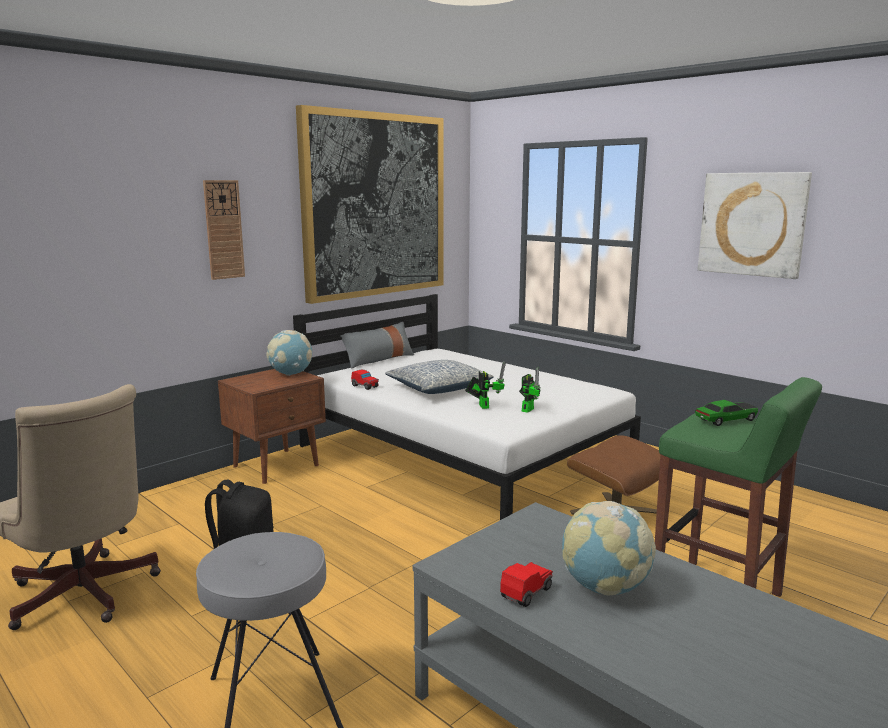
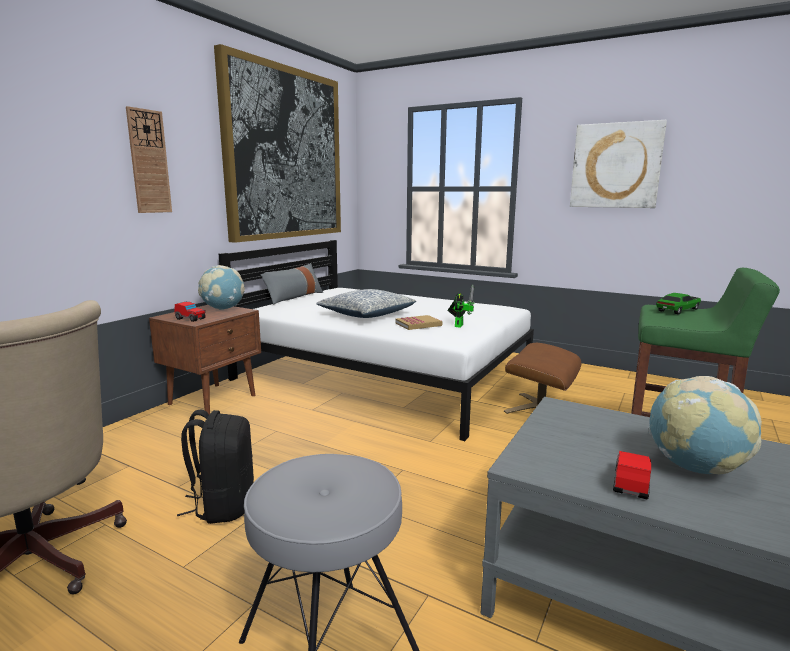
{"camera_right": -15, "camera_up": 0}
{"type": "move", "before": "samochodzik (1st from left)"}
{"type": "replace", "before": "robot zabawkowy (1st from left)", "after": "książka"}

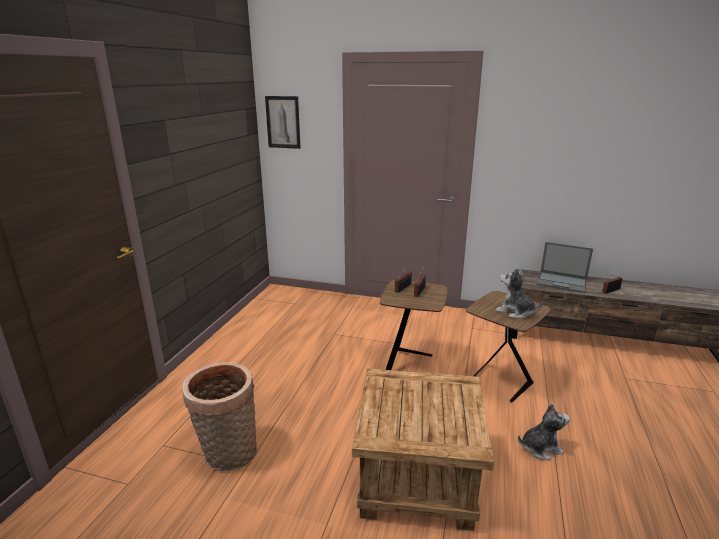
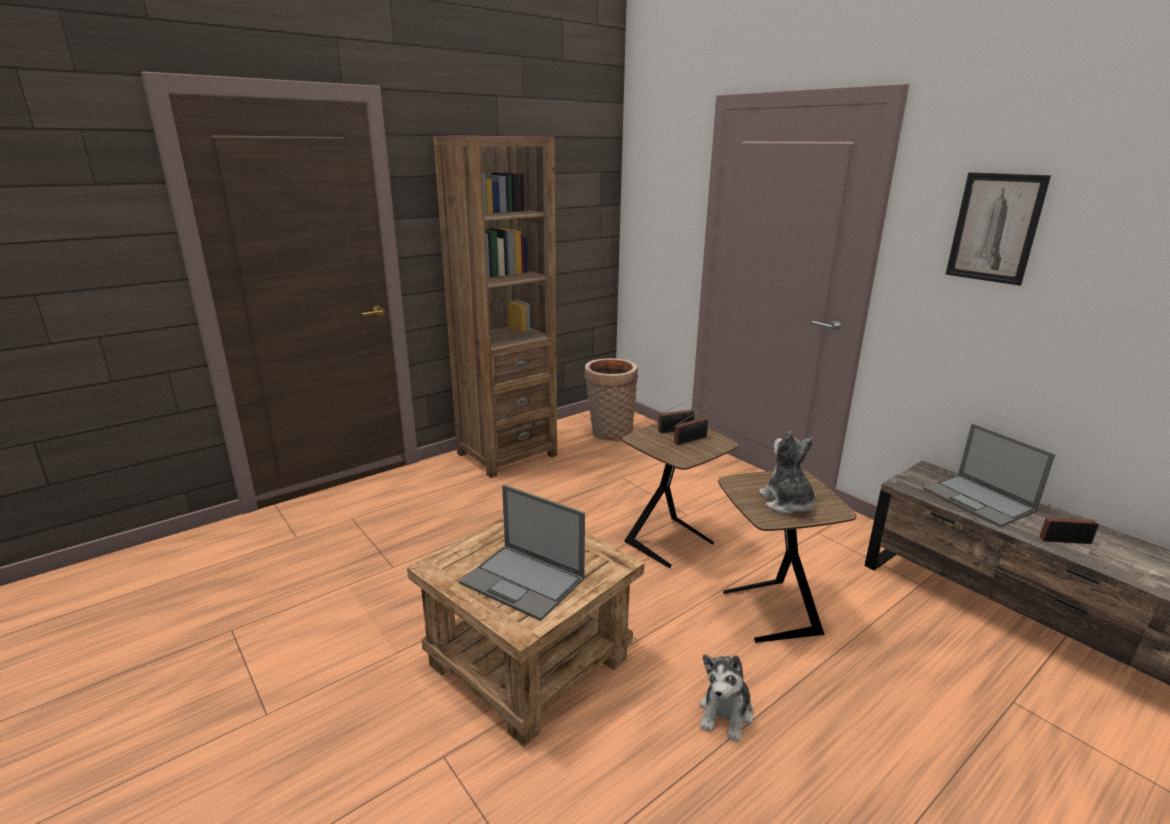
{"camera_right": 35, "camera_up": 0}
{"type": "move", "before": "koszyk"}
{"type": "move", "before": "obraz"}
{"type": "rotate", "before": "pluszak (2nd from left in the first image)", "turn": 90}
{"type": "insert", "after": "regał/brązowy"}
{"type": "insert", "after": "laptop (1st from left)"}

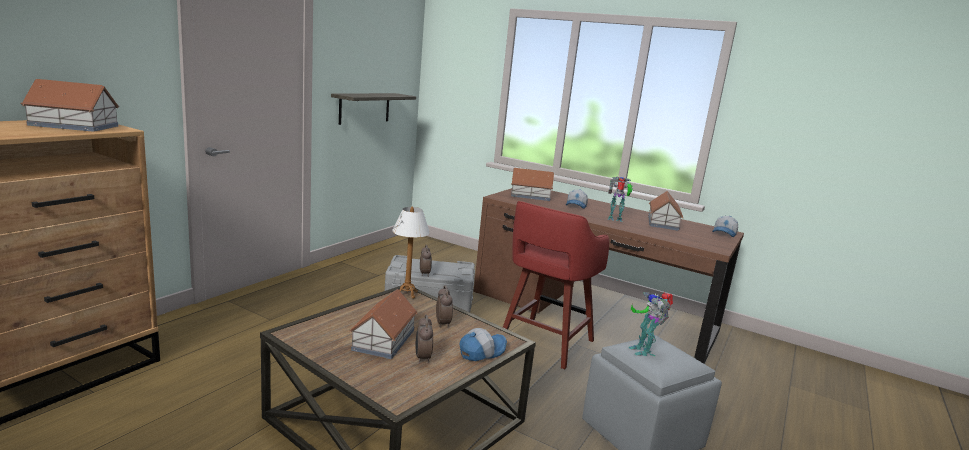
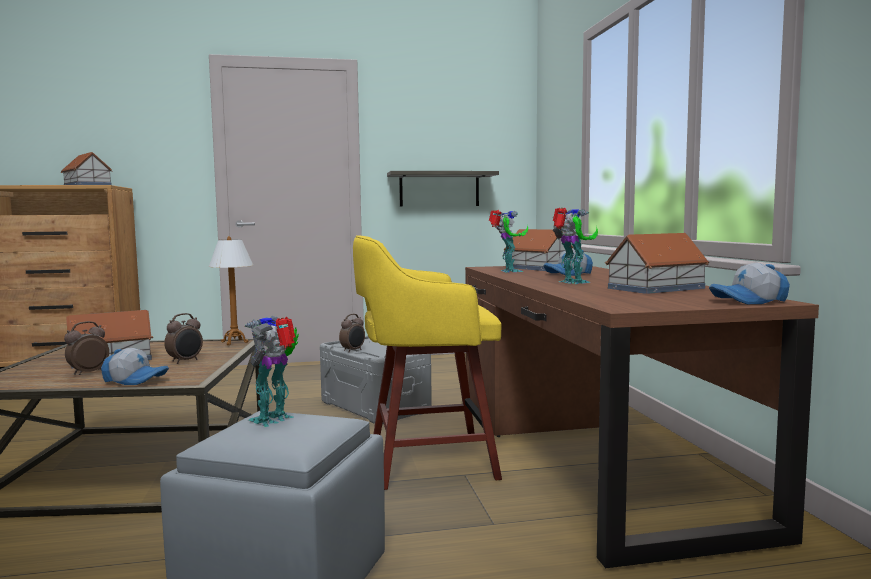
{"camera_right": 50, "camera_up": -10}
{"type": "recolor", "before": "stołek/czerwony", "after": "stołek/żółty"}
{"type": "insert", "after": "robot zabawkowy (2nd from left)"}

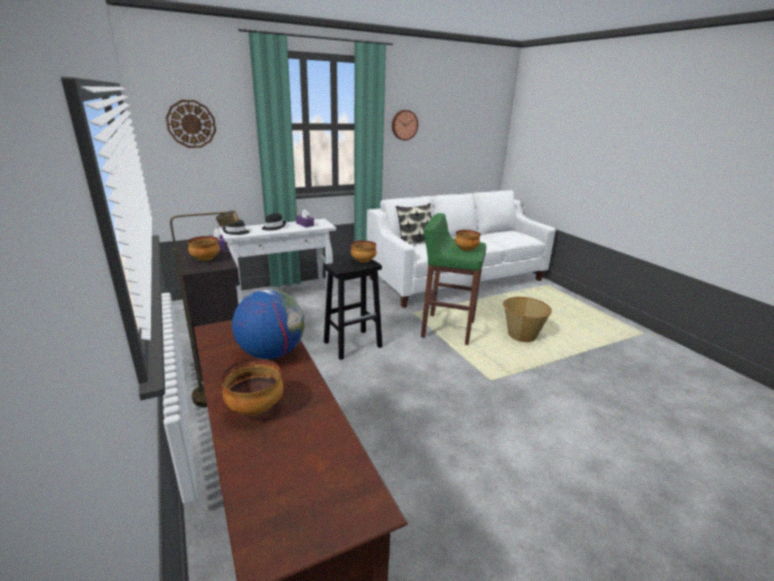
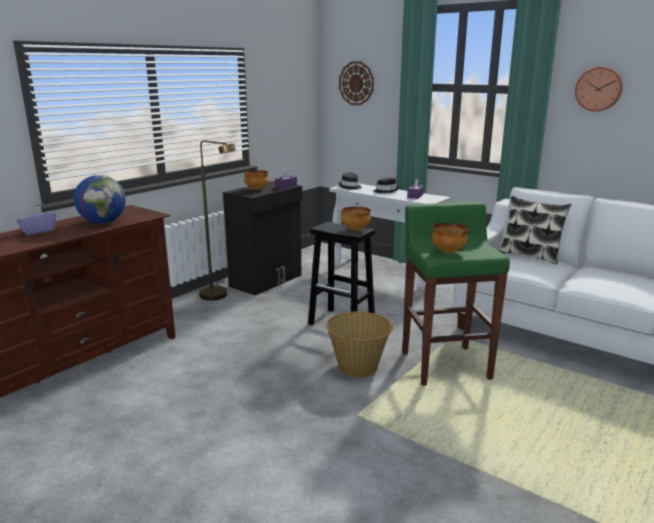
{"camera_right": 65, "camera_up": -5}
{"type": "replace", "before": "miska (2nd from left)", "after": "pudełko chusteczek/fioletowy (1st from left)"}
{"type": "move", "before": "koszyk"}

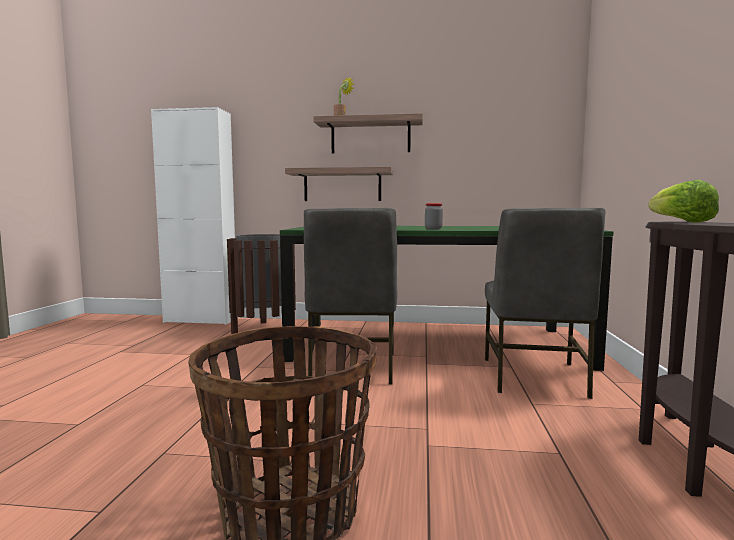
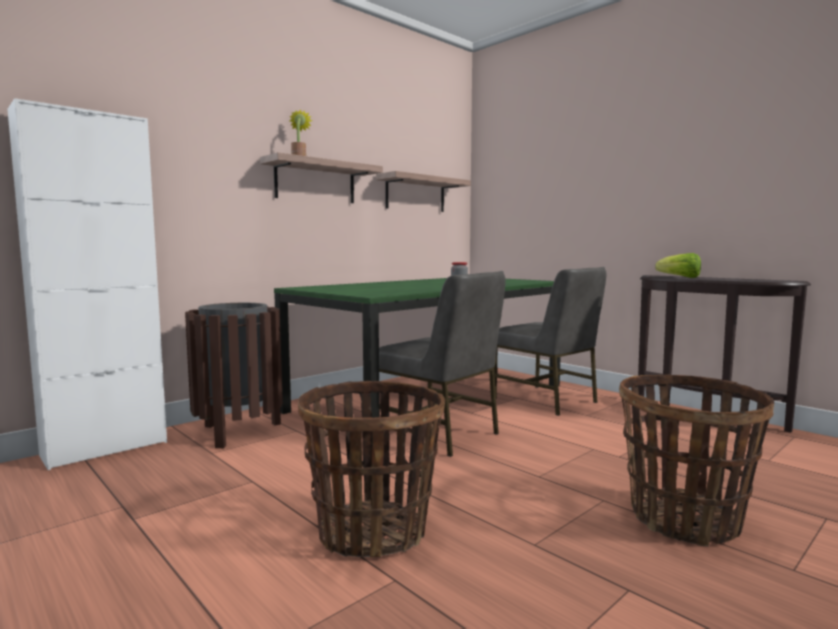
{"camera_right": -50, "camera_up": 0}
{"type": "move", "before": "półka (1st from left in the first image)", "after": "półka (2nd from left)"}
{"type": "insert", "after": "koszyk (1st from left)"}

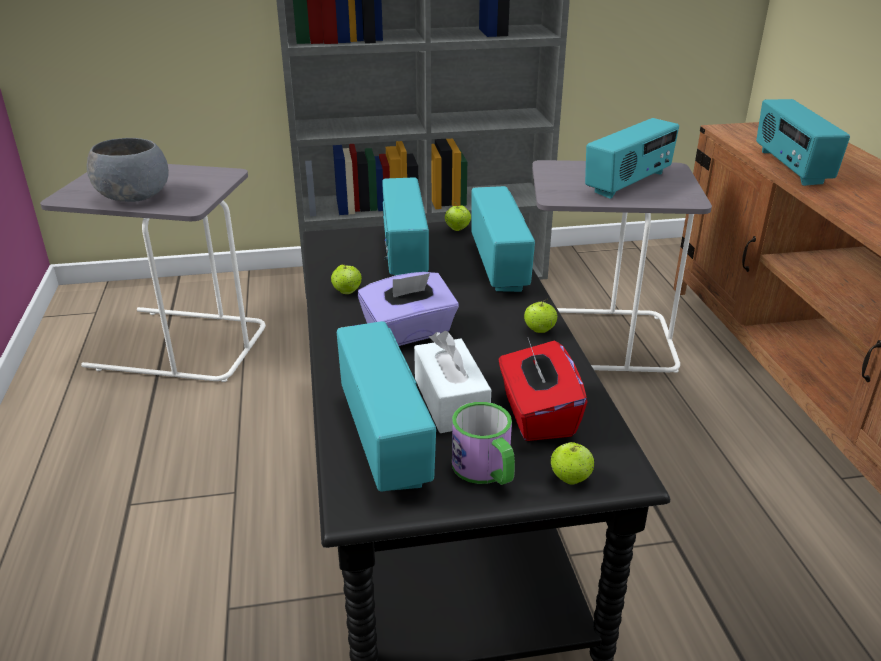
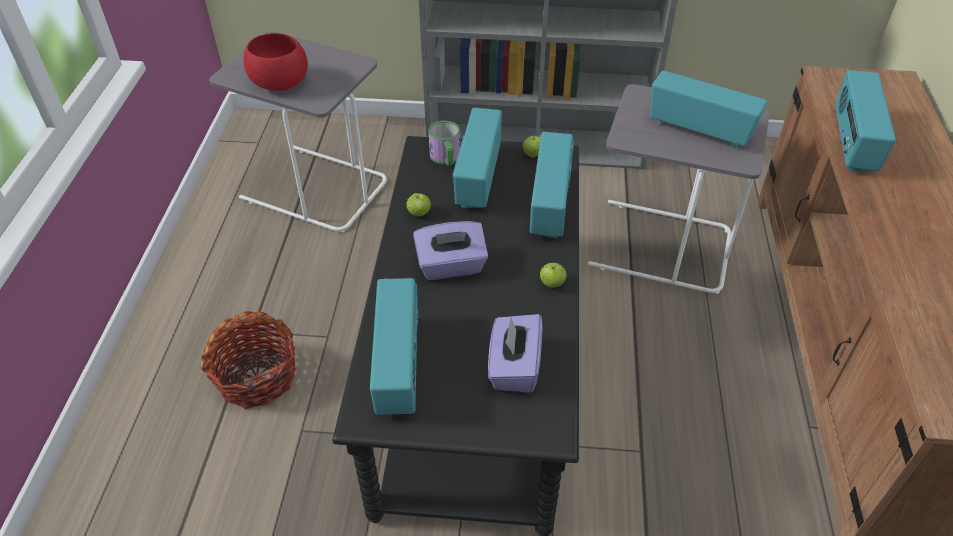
{"camera_right": 15, "camera_up": 15}
{"type": "recolor", "before": "miska/szary", "after": "miska/czerwony"}
{"type": "delete", "before": "pudełko chusteczek/biały"}
{"type": "move", "before": "kubek"}
{"type": "recolor", "before": "pudełko chusteczek/czerwony", "after": "pudełko chusteczek/fioletowy (2nd from left)"}
{"type": "delete", "before": "jabłko (4th from left)"}
{"type": "rotate", "before": "radio (4th from left)", "turn": -120}
{"type": "insert", "after": "koszyk"}

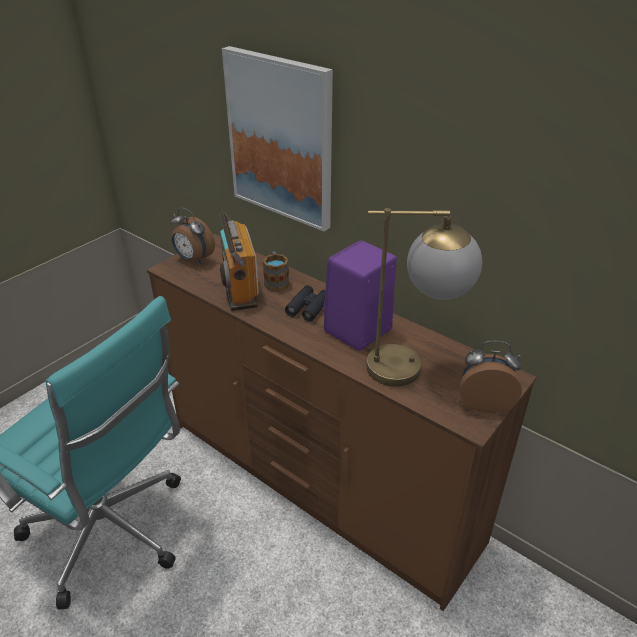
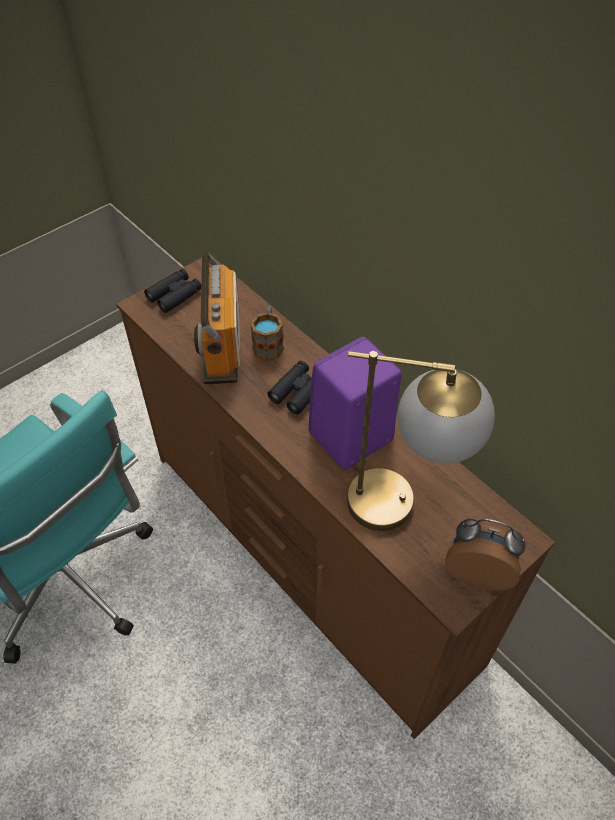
{"camera_right": 10, "camera_up": 15}
{"type": "replace", "before": "budzik (1st from left)", "after": "lornetka/czarny (1st from left)"}
{"type": "delete", "before": "obraz"}

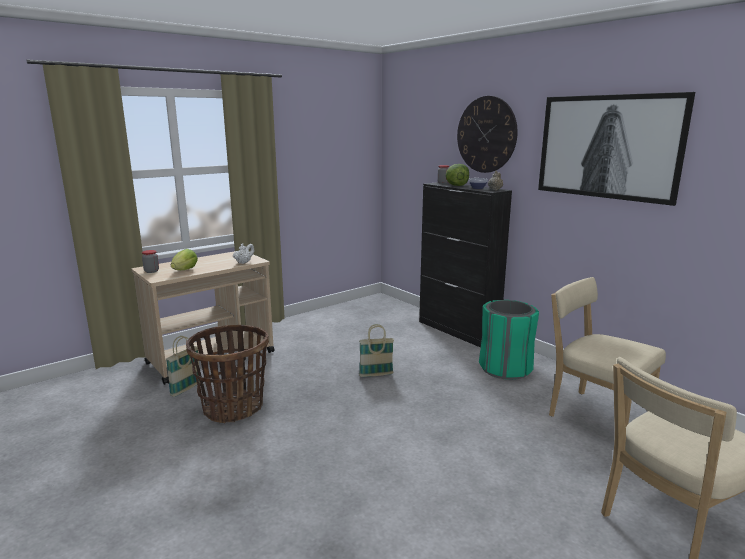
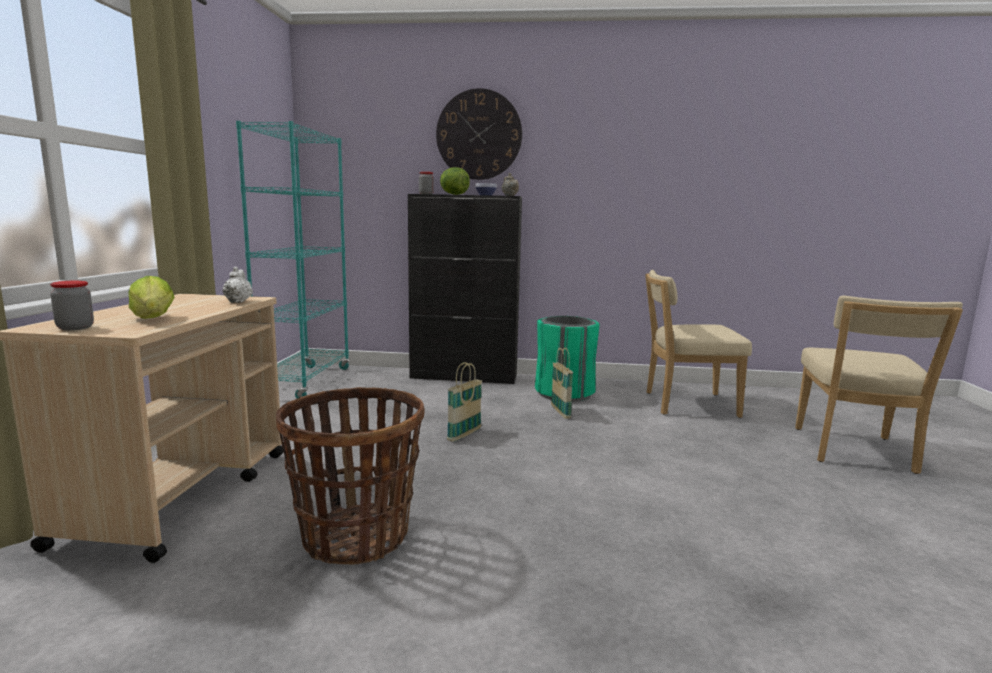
{"camera_right": -45, "camera_up": -5}
{"type": "move", "before": "koszyk (1st from left in the first image)", "after": "koszyk (3rd from left)"}
{"type": "delete", "before": "obraz"}
{"type": "insert", "after": "regał/turkusowy"}

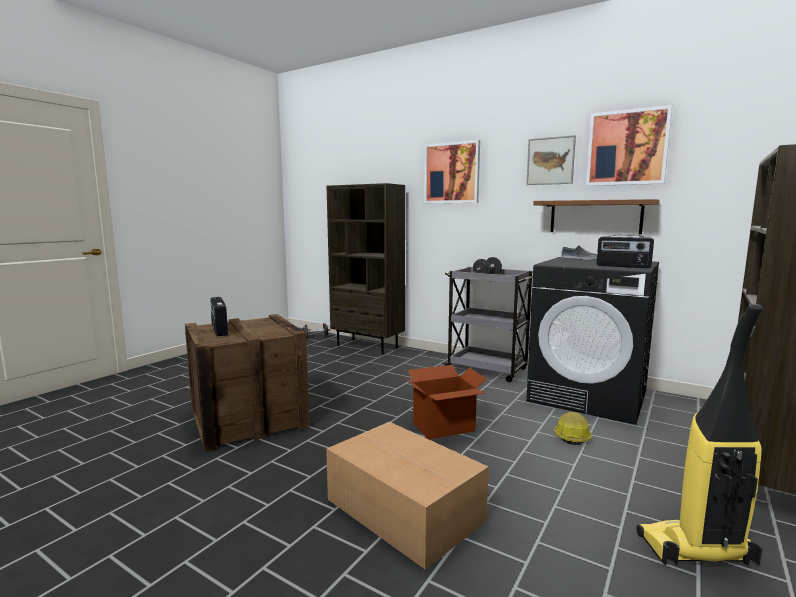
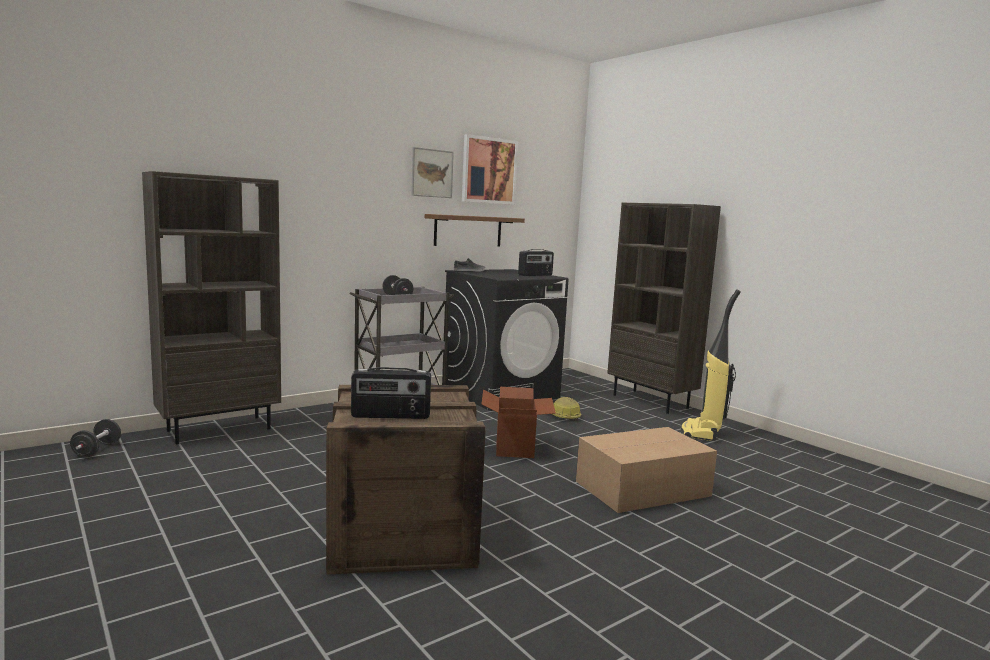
{"camera_right": -70, "camera_up": 0}
{"type": "delete", "before": "obraz (1st from left)"}

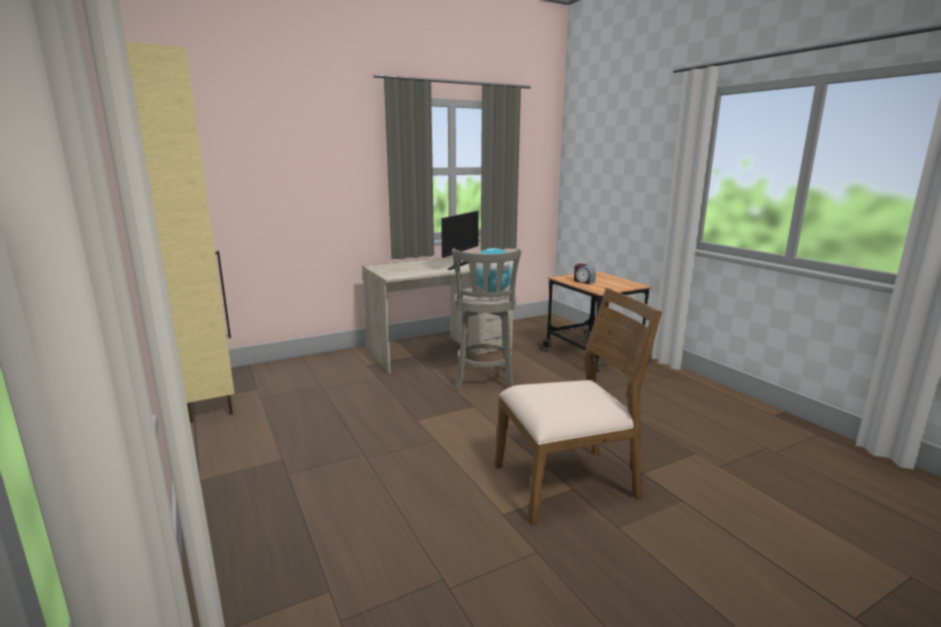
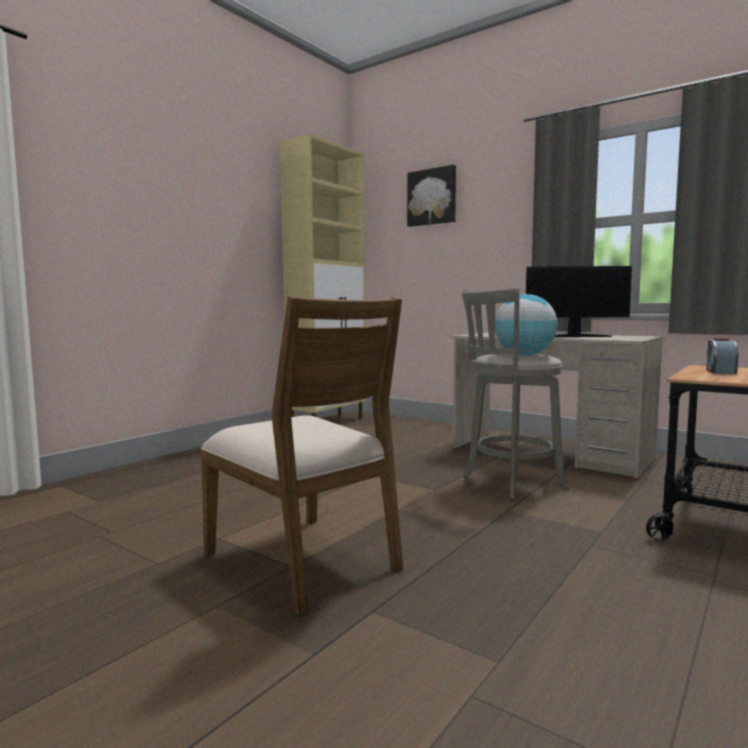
{"camera_right": 65, "camera_up": -10}
{"type": "insert", "after": "obraz"}

